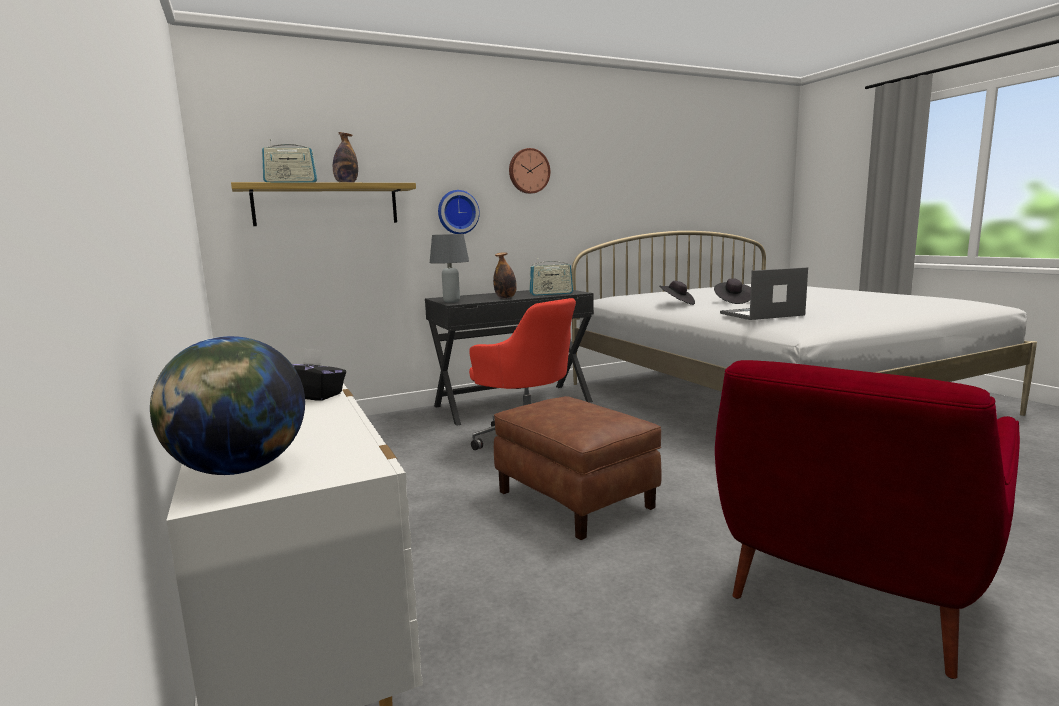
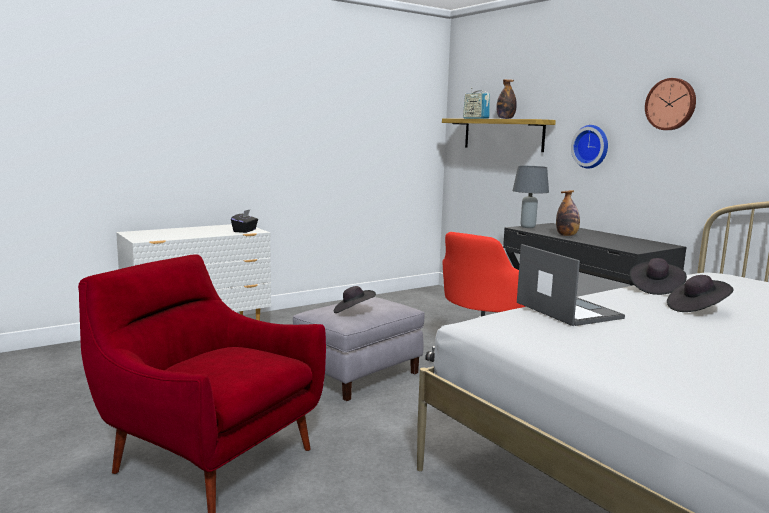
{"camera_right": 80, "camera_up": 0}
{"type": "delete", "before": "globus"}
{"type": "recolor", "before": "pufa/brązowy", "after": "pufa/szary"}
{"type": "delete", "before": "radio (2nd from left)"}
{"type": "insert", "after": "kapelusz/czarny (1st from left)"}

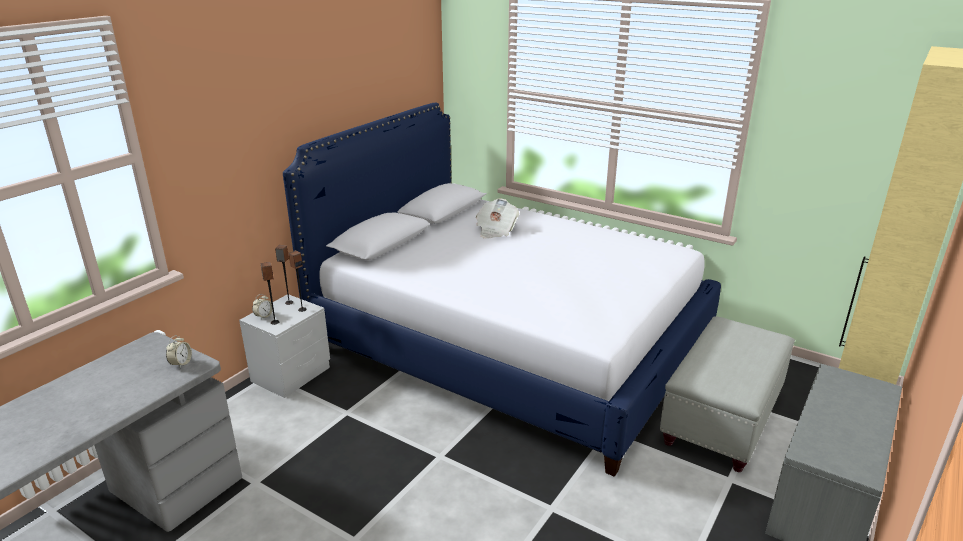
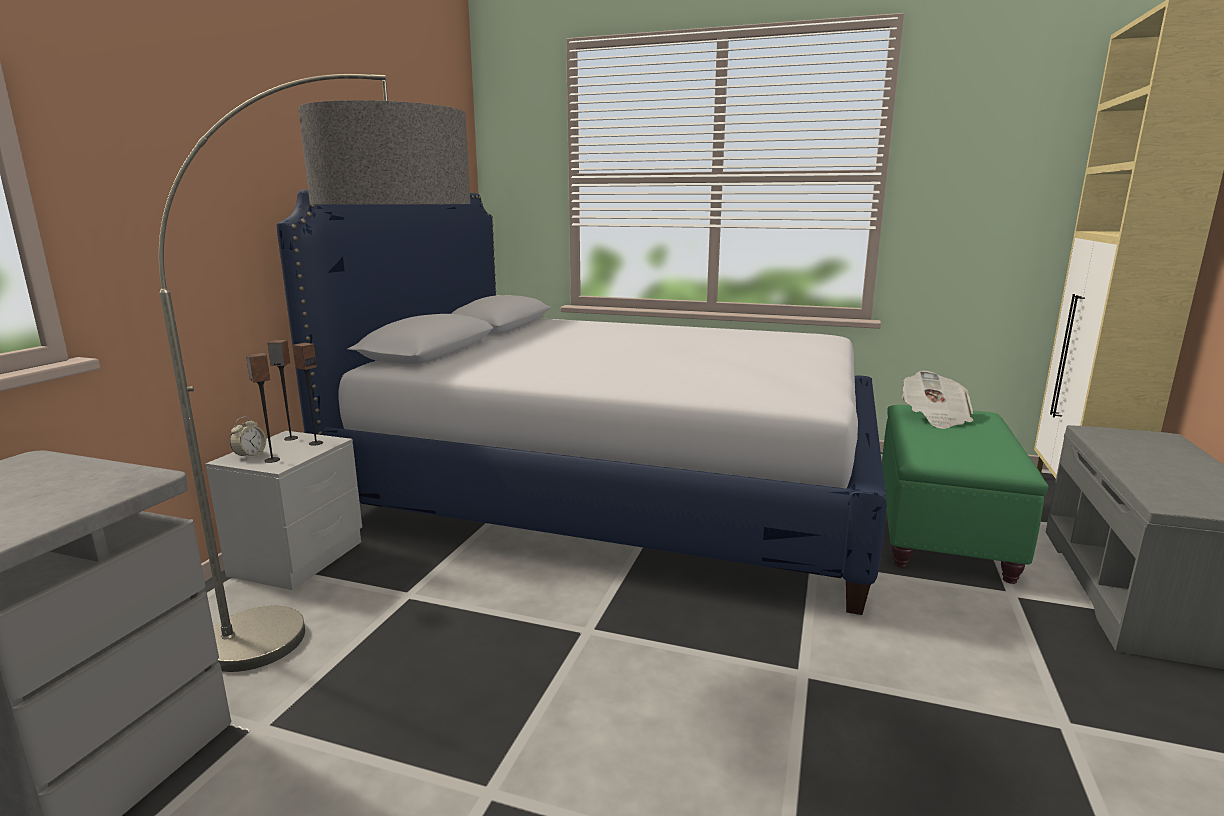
{"camera_right": -15, "camera_up": -10}
{"type": "delete", "before": "budzik (1st from left)"}
{"type": "move", "before": "gazeta"}
{"type": "recolor", "before": "pufa/szary", "after": "pufa/zielony"}
{"type": "insert", "after": "lampa stojąca"}

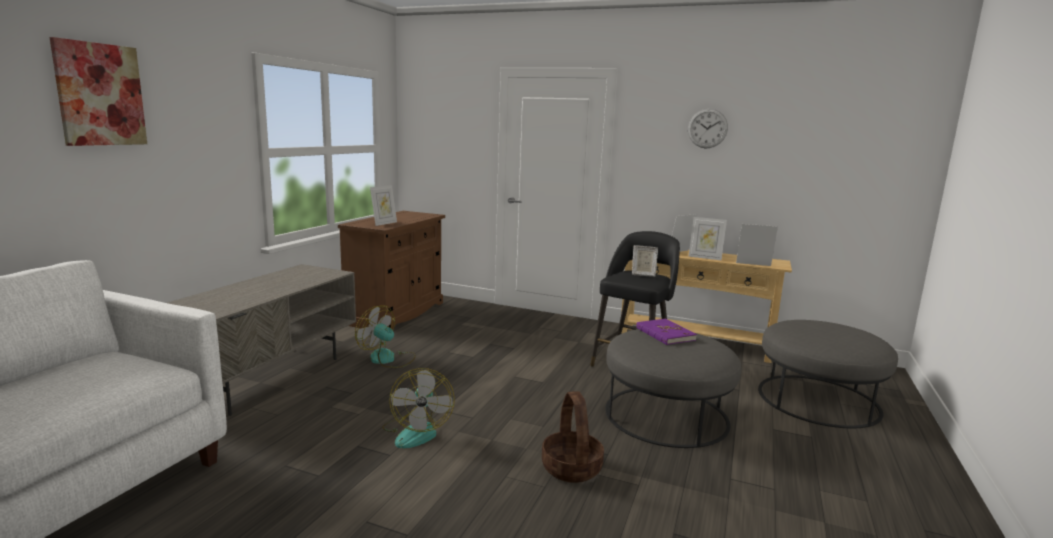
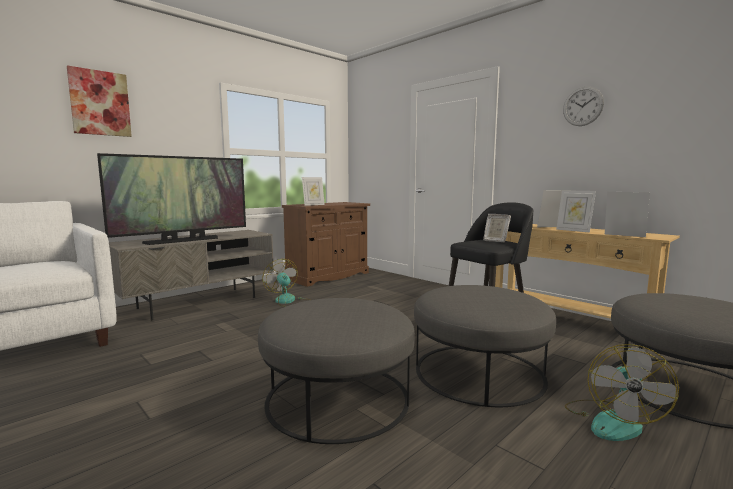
{"camera_right": 25, "camera_up": -5}
{"type": "move", "before": "wentylator (2nd from left)"}
{"type": "replace", "before": "koszyk", "after": "pufa/szary (1st from left)"}
{"type": "delete", "before": "książka/fioletowy"}
{"type": "insert", "after": "telewizor"}

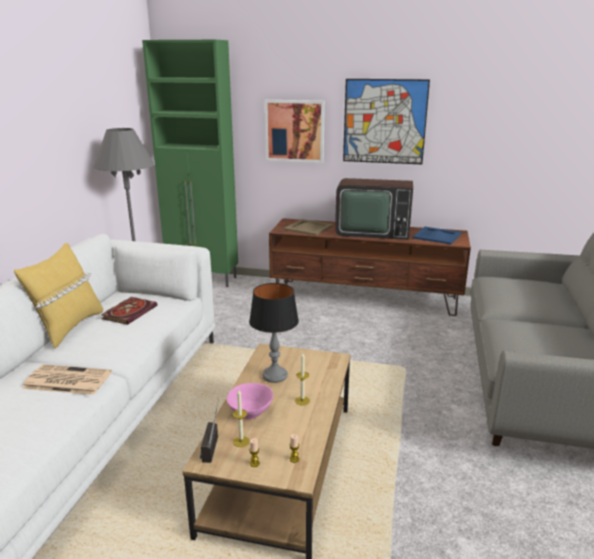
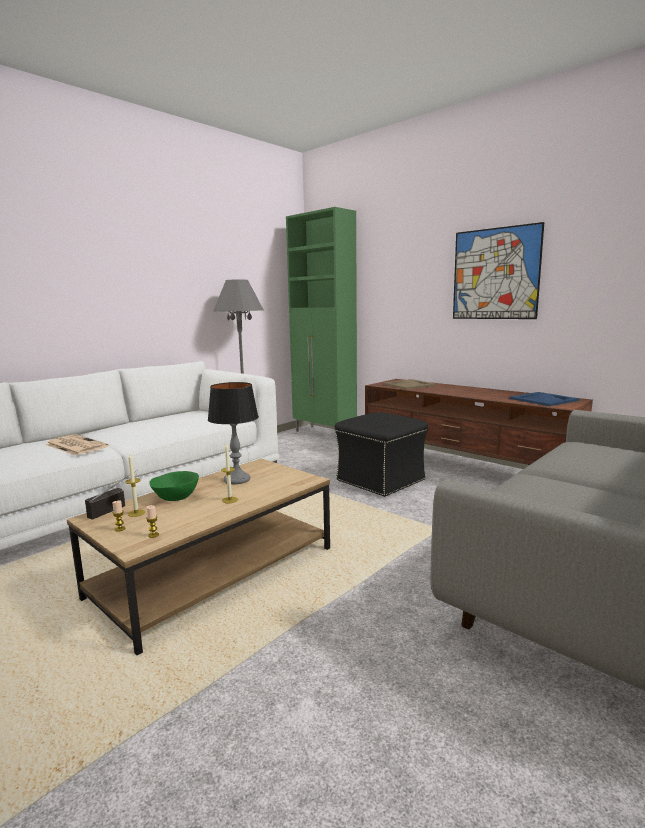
{"camera_right": 30, "camera_up": -10}
{"type": "delete", "before": "poduszka/żółty"}
{"type": "delete", "before": "książka"}
{"type": "recolor", "before": "miska/różowy", "after": "miska/zielony"}
{"type": "delete", "before": "obraz (1st from left)"}
{"type": "delete", "before": "telewizor"}
{"type": "insert", "after": "pufa/czarny"}

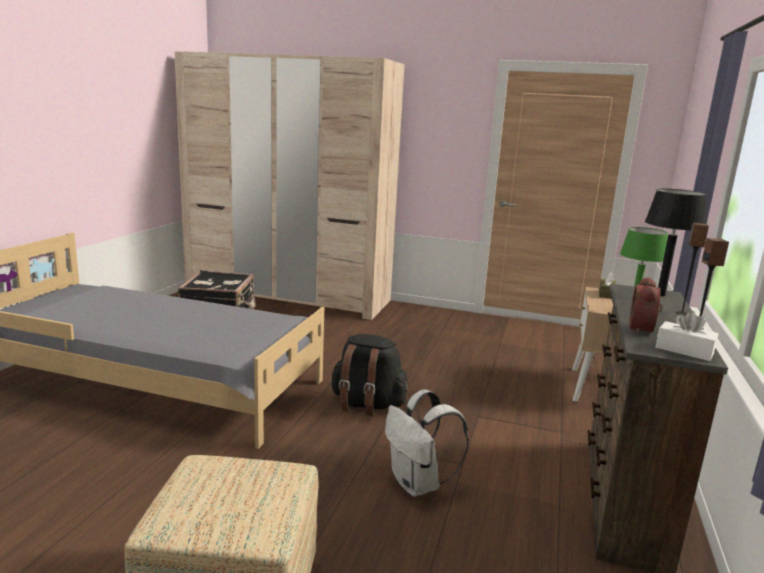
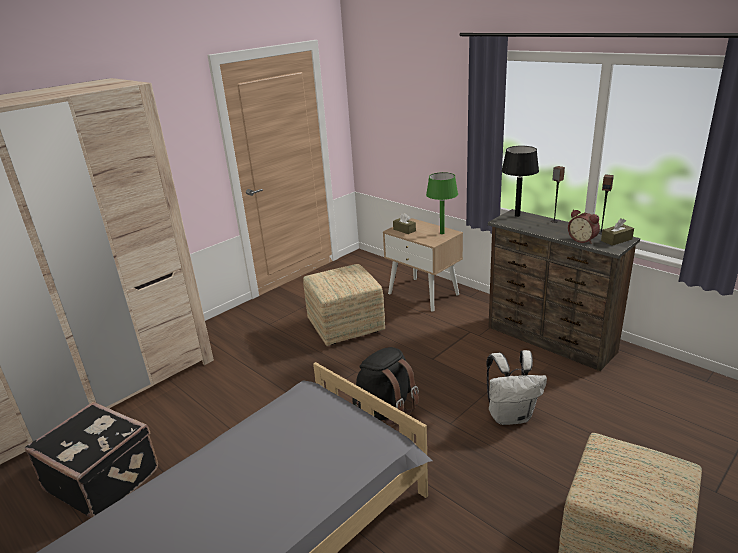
{"camera_right": -60, "camera_up": 10}
{"type": "recolor", "before": "pudełko chusteczek/biały", "after": "pudełko chusteczek/brązowy (2nd from left)"}
{"type": "insert", "after": "pufa (1st from left)"}

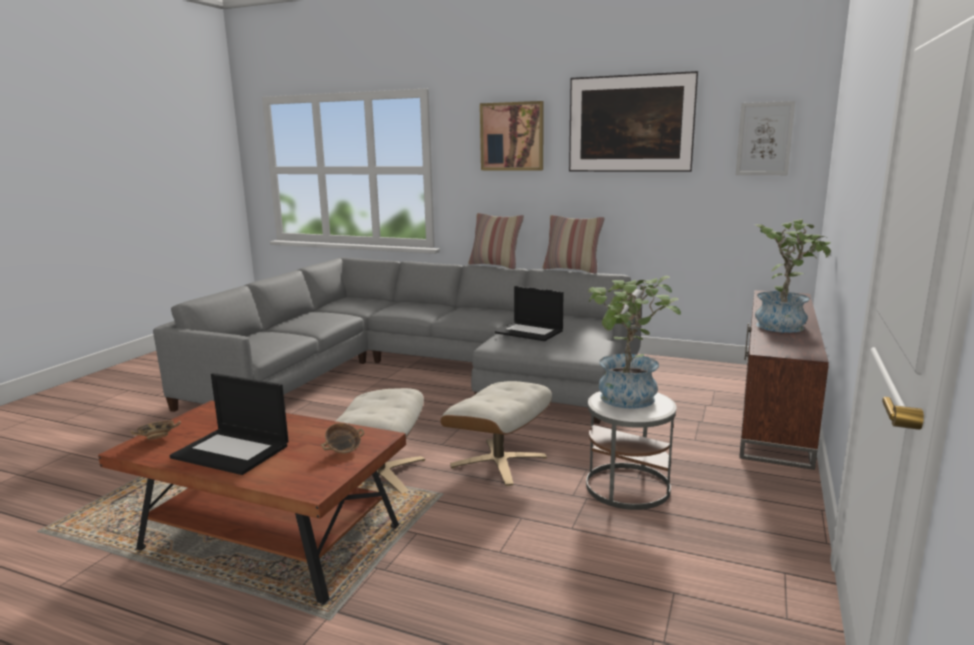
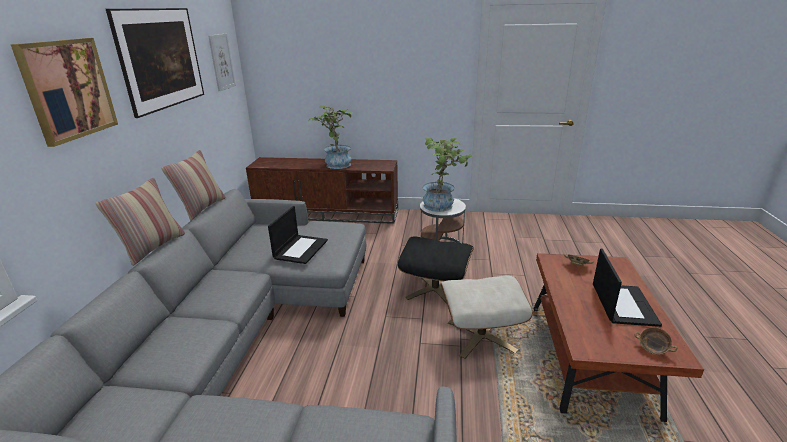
{"camera_right": -105, "camera_up": 10}
{"type": "recolor", "before": "pufa/beżowy (2nd from left)", "after": "pufa/czarny"}

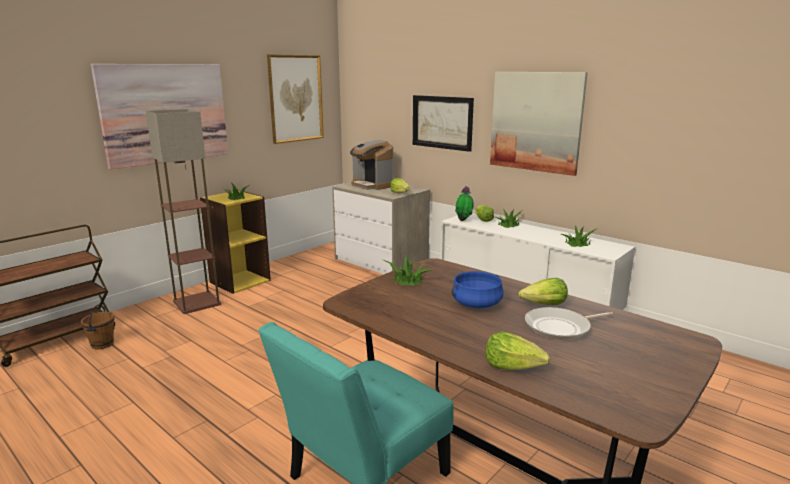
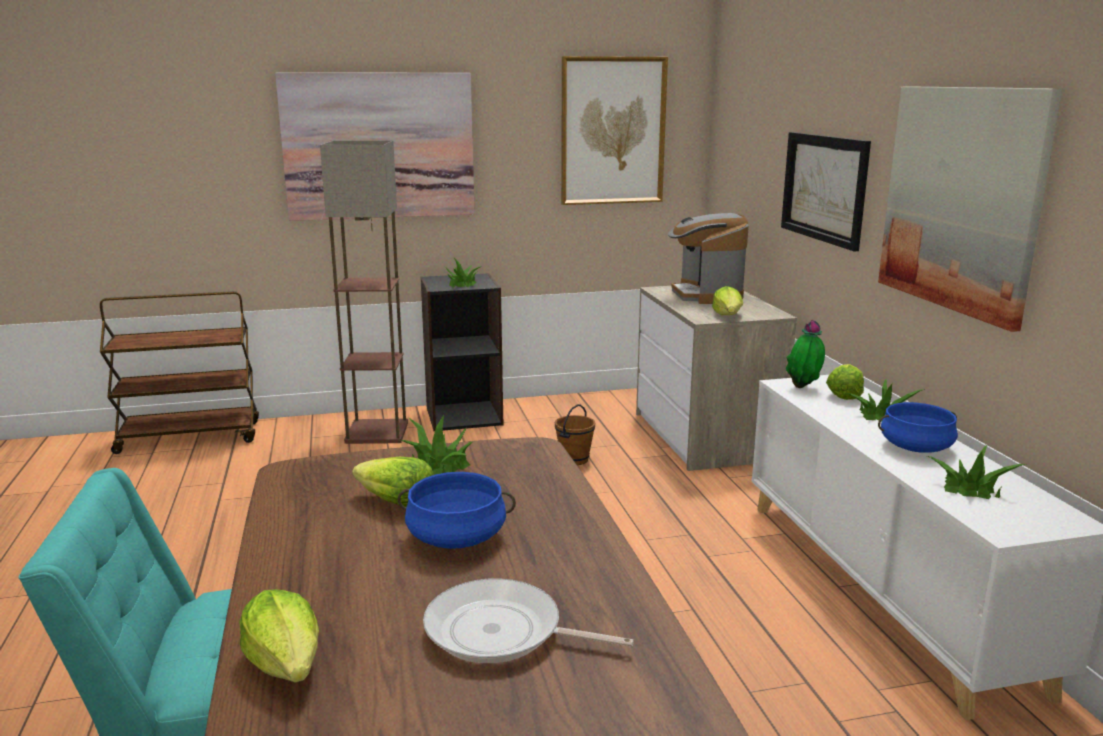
{"camera_right": 35, "camera_up": 0}
{"type": "move", "before": "wiadro/brązowy"}
{"type": "recolor", "before": "regał/żółty", "after": "regał/czarny"}
{"type": "move", "before": "sałata (4th from left in the first image)", "after": "sałata (2nd from left)"}
{"type": "insert", "after": "garnek/niebieski (2nd from left)"}

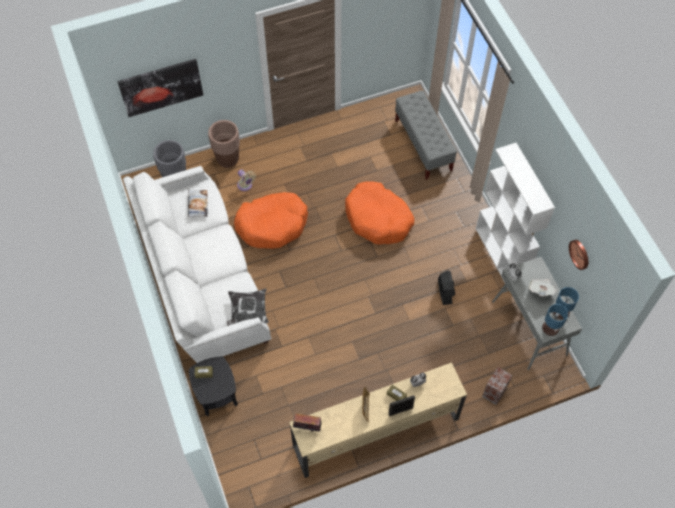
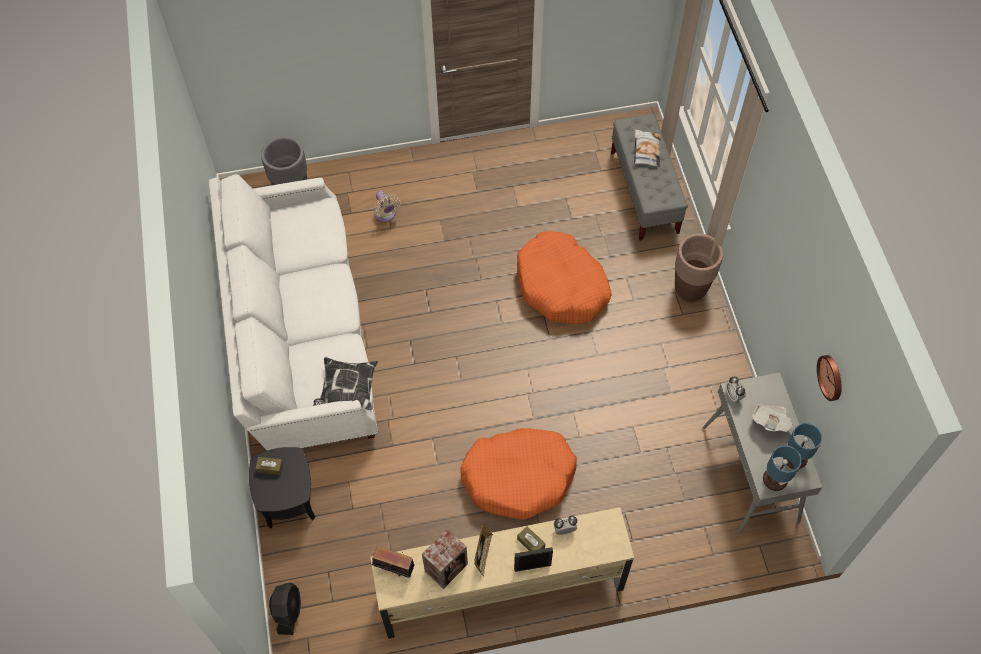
{"camera_right": 10, "camera_up": 0}
{"type": "delete", "before": "obraz"}
{"type": "move", "before": "poduszka (1st from left in the first image)", "after": "poduszka (2nd from left)"}
{"type": "move", "before": "donica/brązowy"}
{"type": "move", "before": "legowisko/pomarańczowy (1st from left)"}
{"type": "move", "before": "wentylator/czarny"}
{"type": "delete", "before": "regał/biały"}
{"type": "move", "before": "głośnik"}

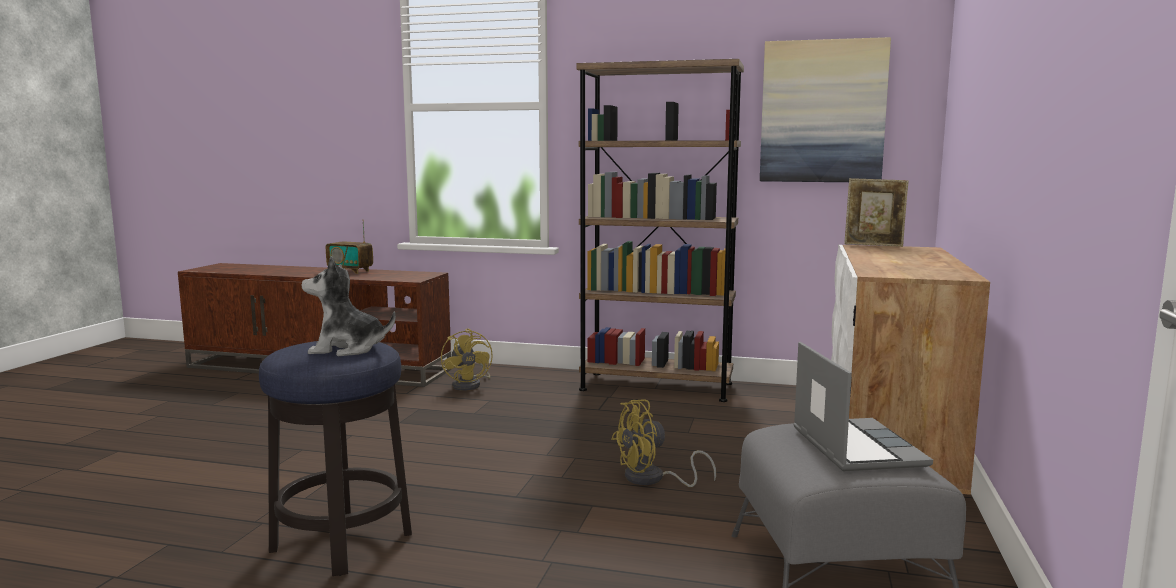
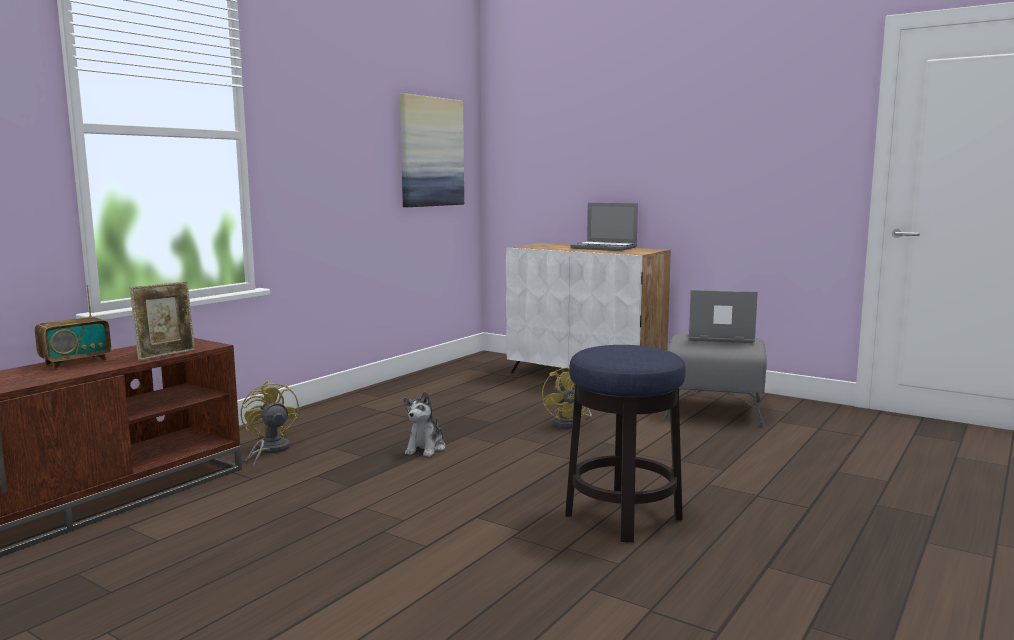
{"camera_right": -70, "camera_up": 0}
{"type": "move", "before": "pluszak"}
{"type": "rotate", "before": "wentylator/żółty (1st from left)", "turn": -120}
{"type": "delete", "before": "regał/brązowy"}
{"type": "move", "before": "ramka na zdjęcie"}
{"type": "insert", "after": "laptop (1st from left)"}

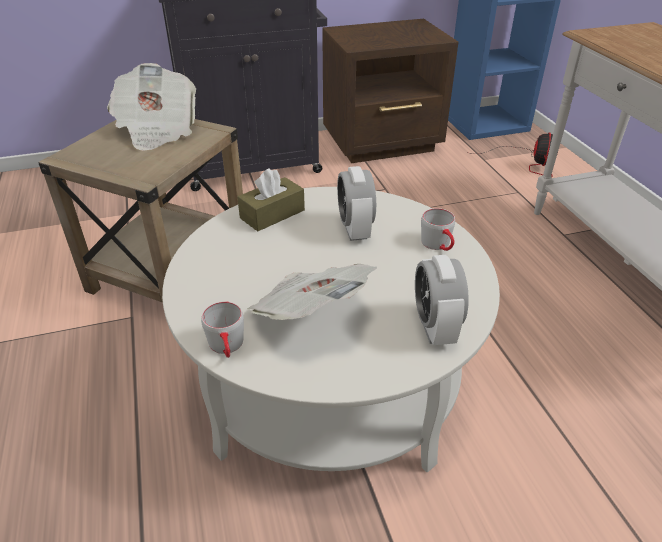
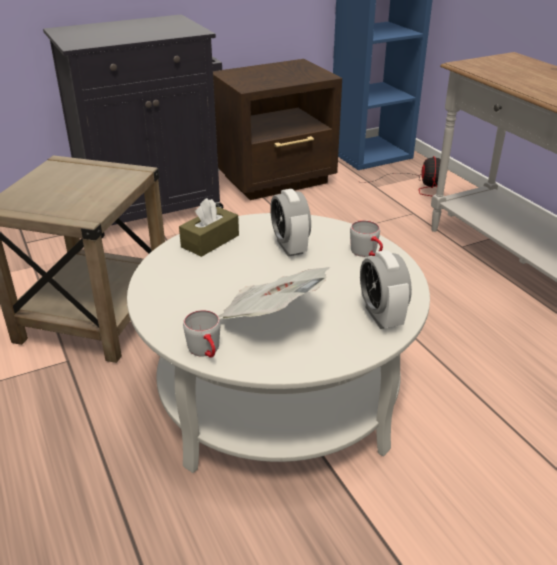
{"camera_right": -10, "camera_up": -5}
{"type": "delete", "before": "gazeta (1st from left)"}

